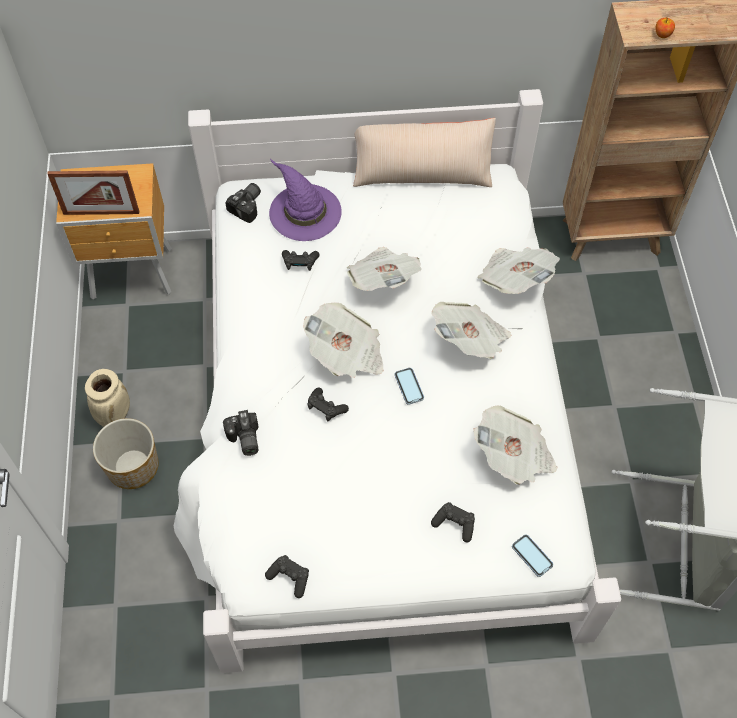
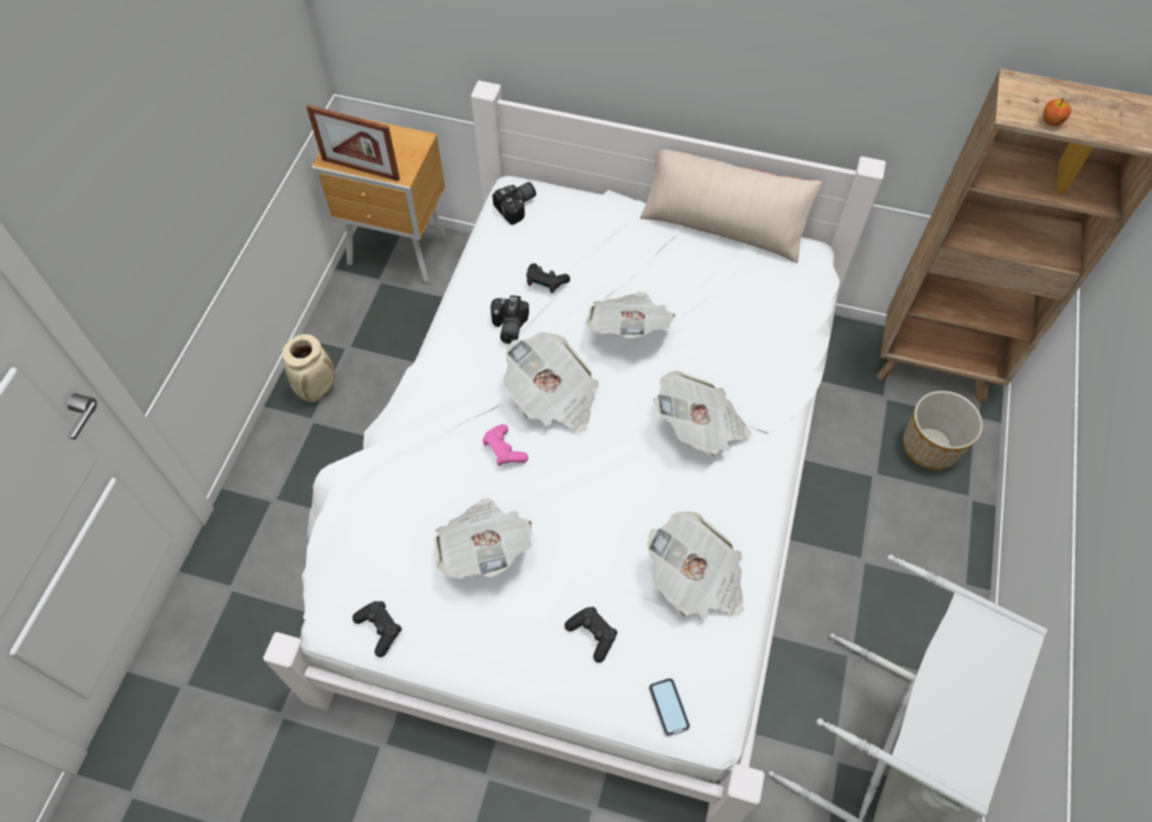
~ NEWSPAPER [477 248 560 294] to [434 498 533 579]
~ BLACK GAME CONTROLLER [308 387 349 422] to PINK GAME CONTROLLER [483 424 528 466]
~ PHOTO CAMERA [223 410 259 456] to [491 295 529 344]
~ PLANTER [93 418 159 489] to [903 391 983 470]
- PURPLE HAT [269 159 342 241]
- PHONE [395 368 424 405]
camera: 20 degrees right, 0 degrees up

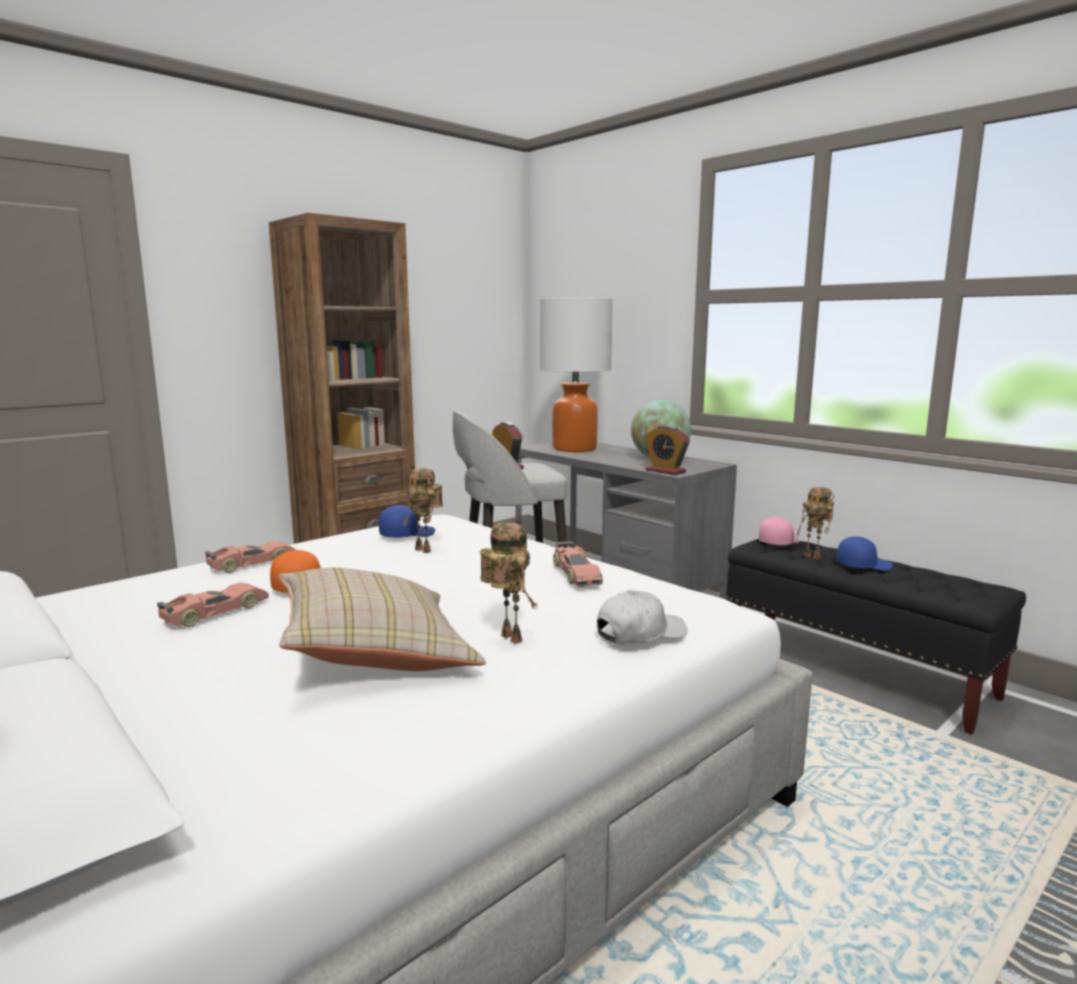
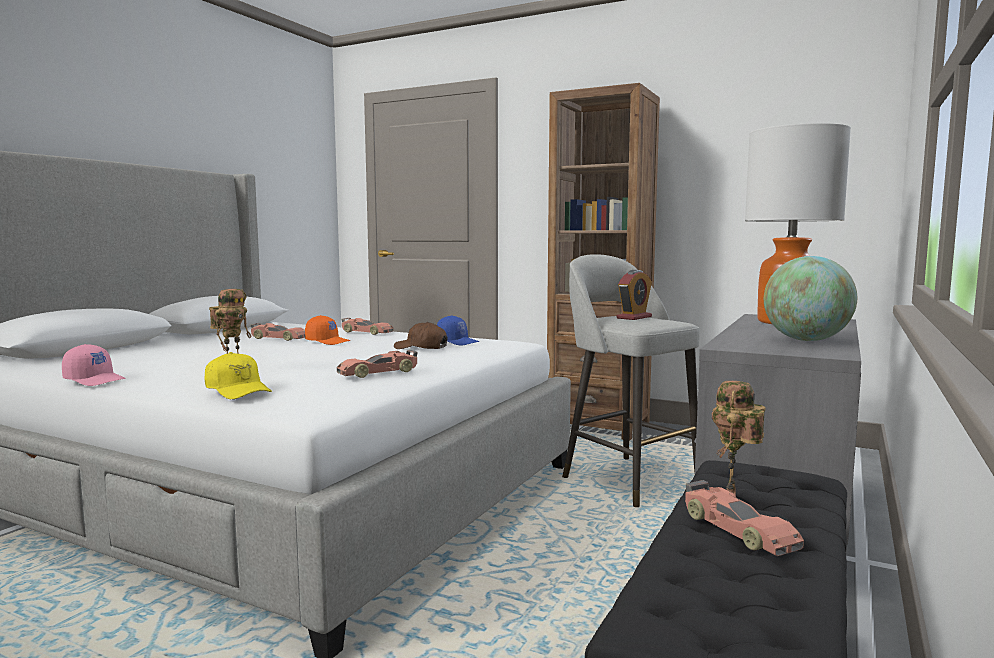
~ PINK CAP [759 517 799 545] to [62 344 126 386]
~ WHITE CAP [597 590 687 645] to YELLOW CAP [205 352 272 399]
~ TOY ROBOT [403 468 443 553] to BROWN CAP [394 322 448 349]
~ BLUE CAP [836 536 893 571] to TOY CAR [685 480 804 556]
- BEIGE PILLOW [278 567 486 671]
- ALARM CLOCK [645 425 690 475]
camera: 70 degrees right, 5 degrees down

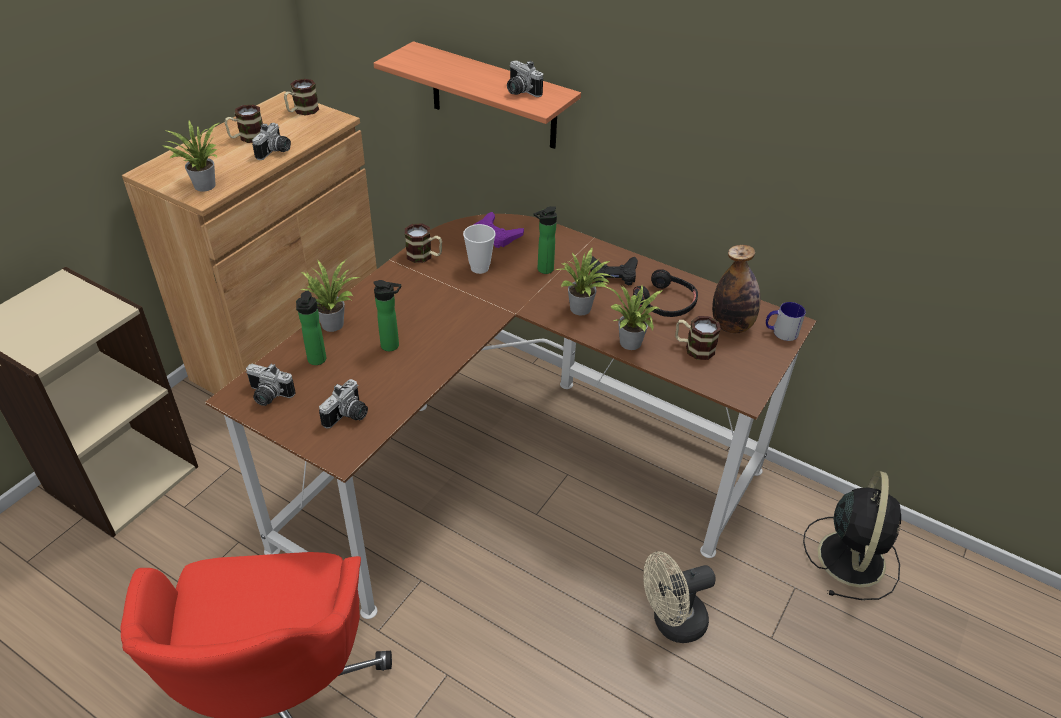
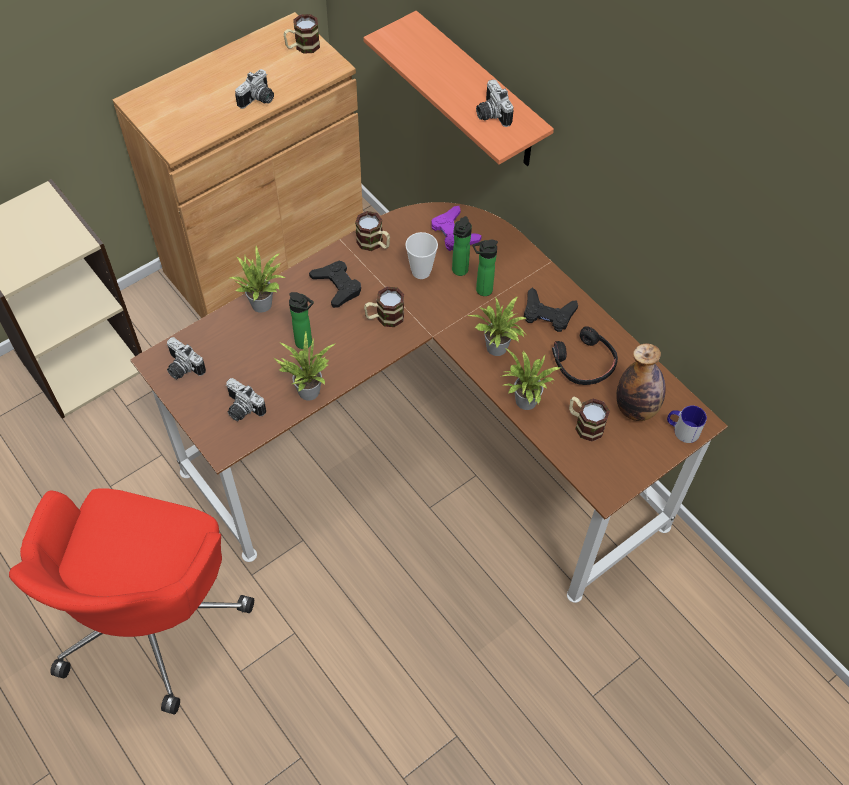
~ PHOTO CAMERA [319 379 368 429] = [226 378 266 421] 75 degrees clockwise
~ POTTED PLANT [161 120 219 192] to [274 331 336 401]
+ BLACK GAME CONTROLLER [309 260 361 308]
~ MUG [225 104 263 143] to [364 287 404 327]
~ BOTTLE [296 290 326 365] to [452 216 472 276]
- BEIGE FAN [644 551 716 643]
- BLACK FAN [803 471 901 600]
camera: 20 degrees right, 15 degrees up

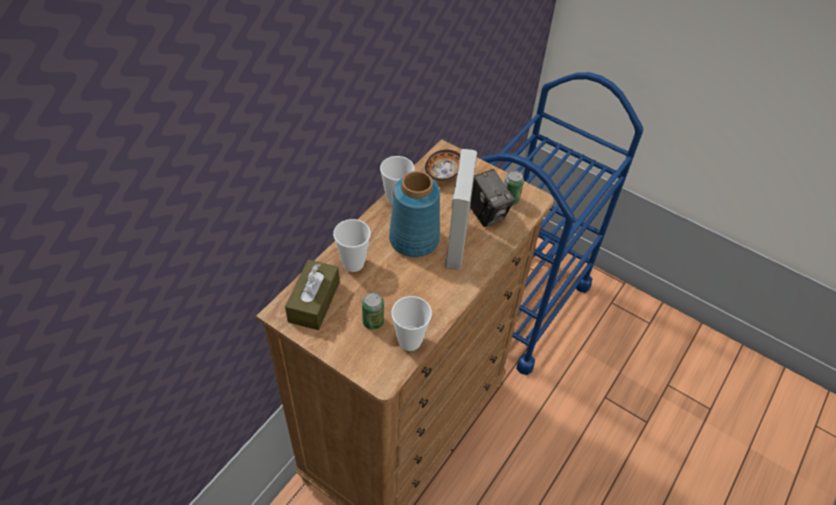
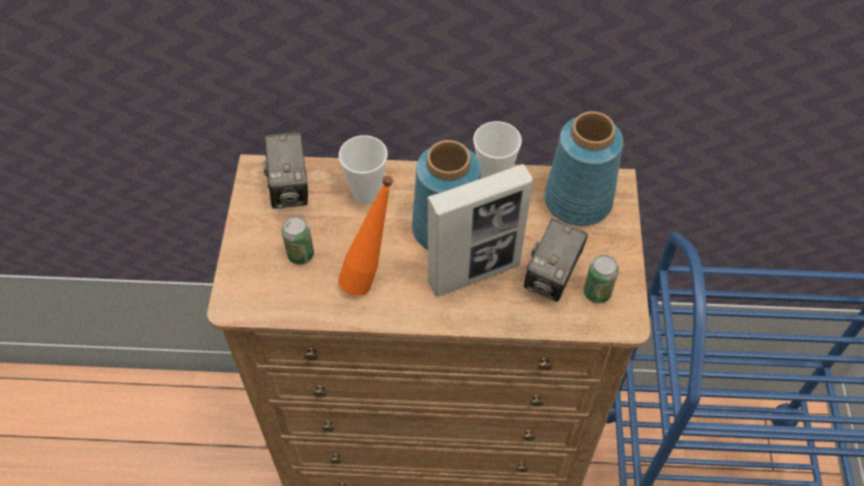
~ BROWN TISSUE BOX [285 259 340 330] to PHOTO CAMERA [263 133 308 209]
+ ORANGE BOTTLE [338 176 394 296]
~ BOWL [425 150 460 181] to BLUE VASE [544 111 623 226]
- CUP [391 296 432 351]
camera: 60 degrees right, 5 degrees up

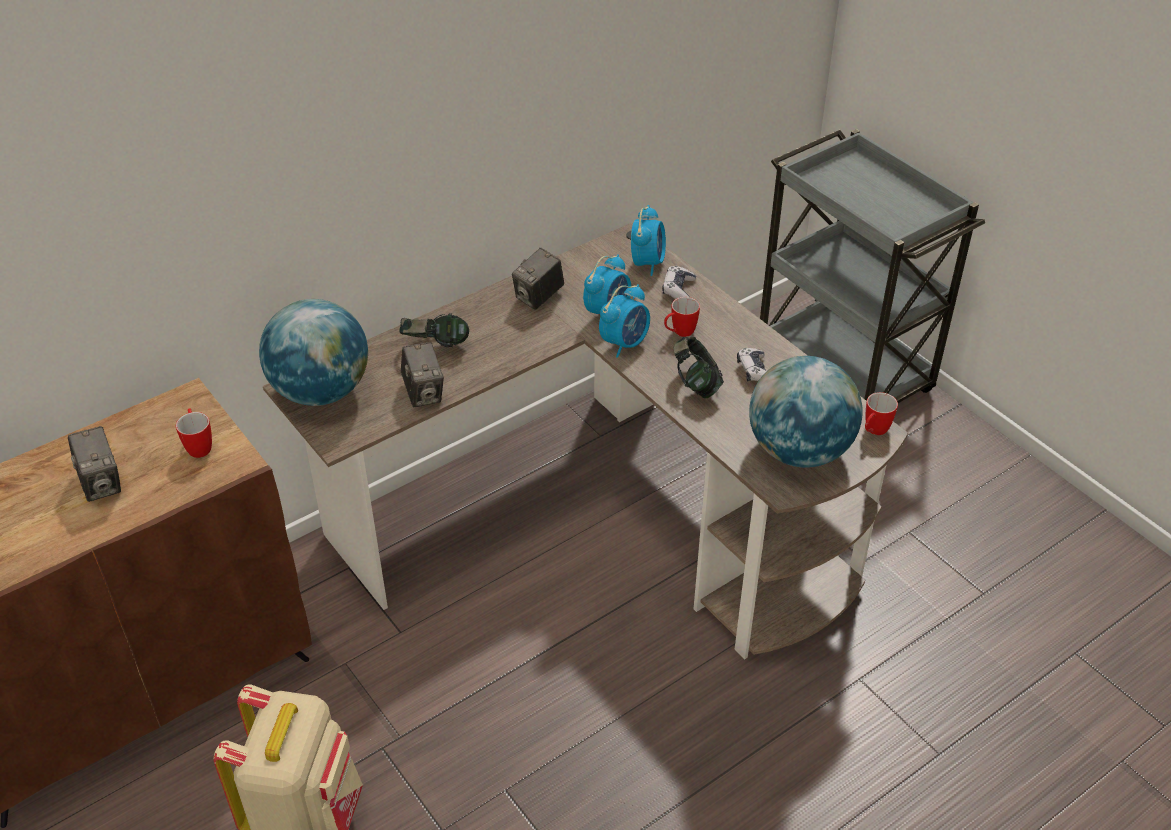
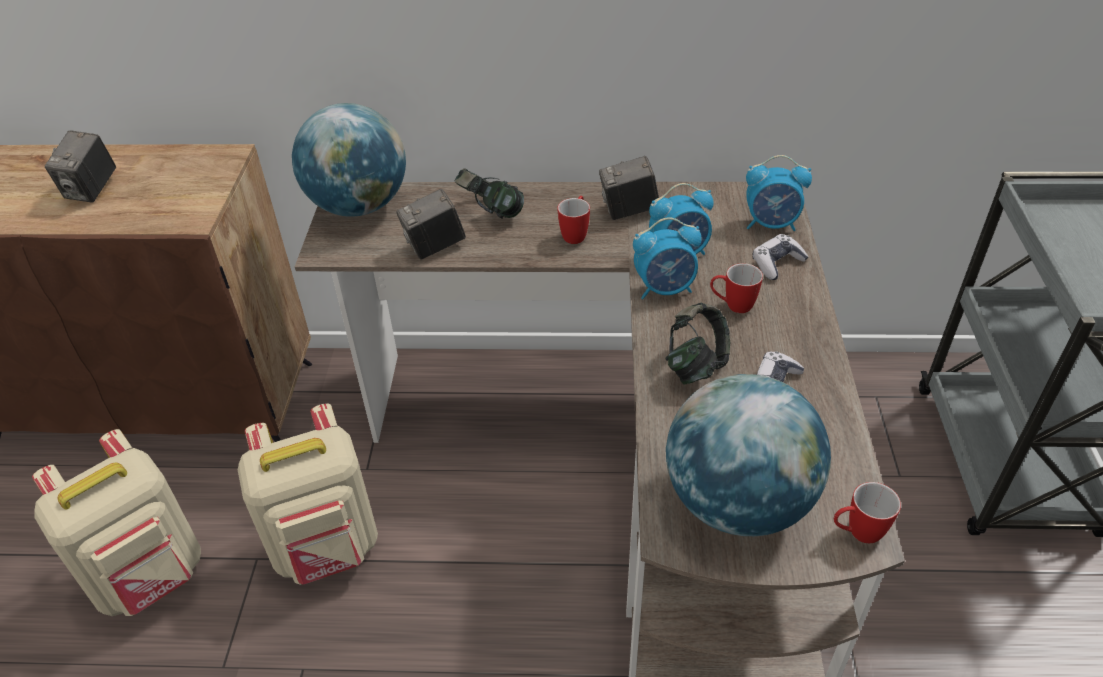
+ BEIGE BACKPACK [238 404 378 585]
~ PHOTO CAMERA [401 342 444 407] = [396 189 466 260] 45 degrees clockwise
~ MUG [176 409 212 458] to [558 196 590 244]
~ ALARM CLOCK [631 205 666 276] = [746 155 812 231] 45 degrees clockwise
camera: 40 degrees right, 0 degrees up

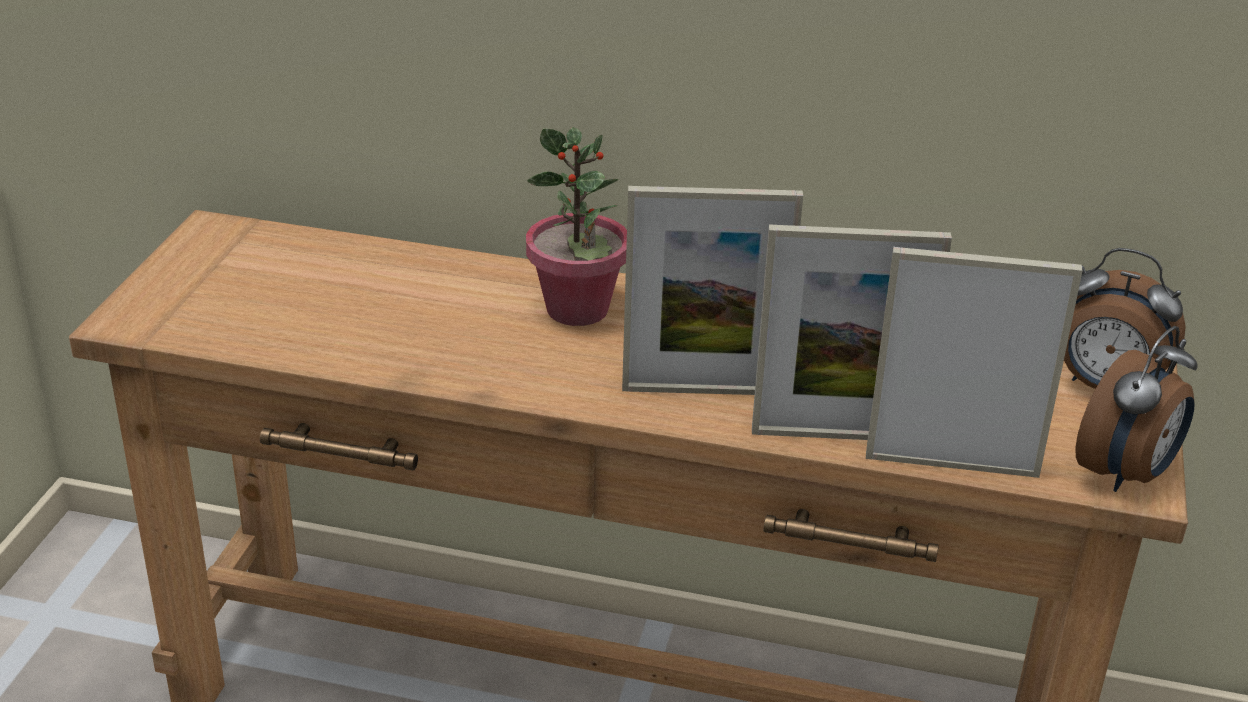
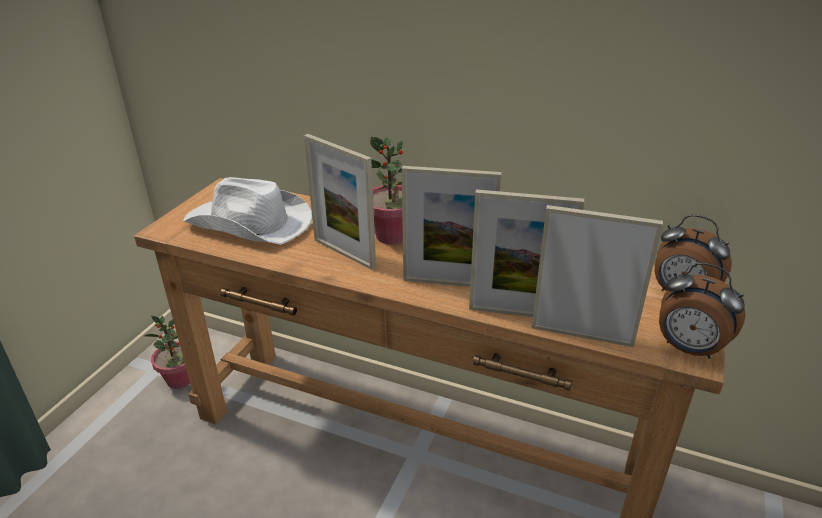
+ POTTED PLANT [144 315 190 389]
+ WHITE HAT [183 177 312 245]
+ PICTURE FRAME [304 134 376 270]
~ ALARM CLOCK [1075 326 1198 492] = [659 262 746 359] 75 degrees clockwise
camera: 10 degrees right, 0 degrees up

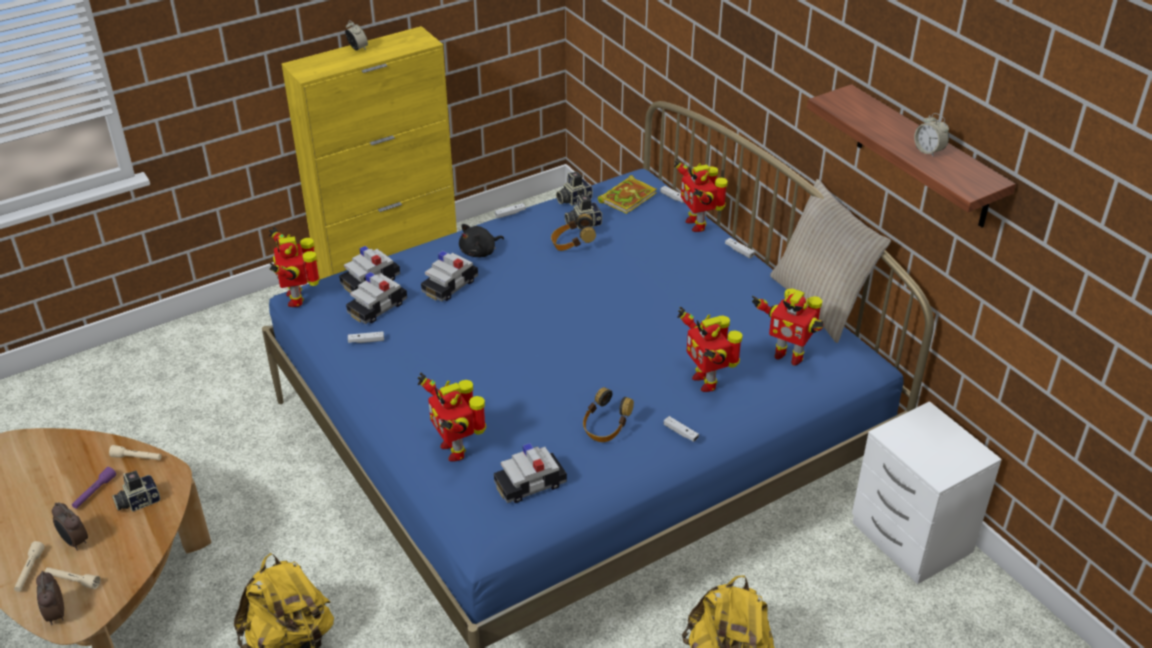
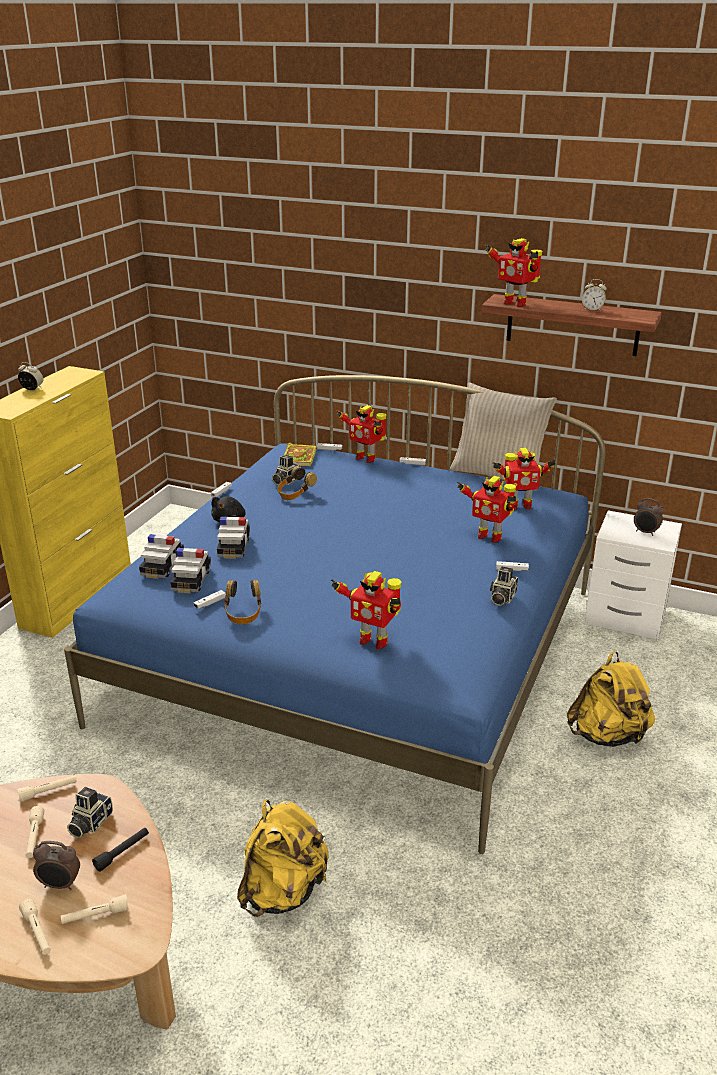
~ PURPLE FLASHLIGHT [72 467 116 509] to BEIGE FLASHLIGHT [26 806 44 858]
+ BLACK FLASHLIGHT [92 828 149 872]
~ HEADPHONES [583 387 634 442] to [224 580 261 624]
~ TOY ROBOT [269 227 320 307] to [485 238 542 307]
~ PHOTO CAMERA [556 171 593 206] to [490 566 518 606]
~ ALARM CLOCK [36 571 64 625] to [634 498 664 536]
- TOY CAR [494 443 567 503]
camera: 35 degrees left, 10 degrees down

